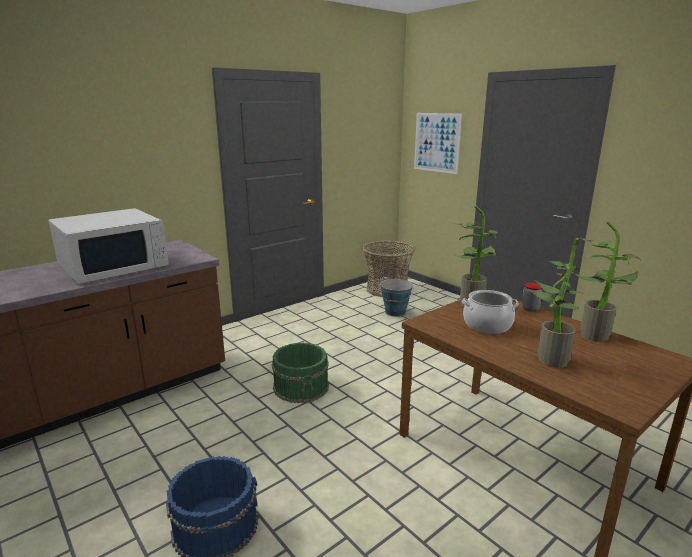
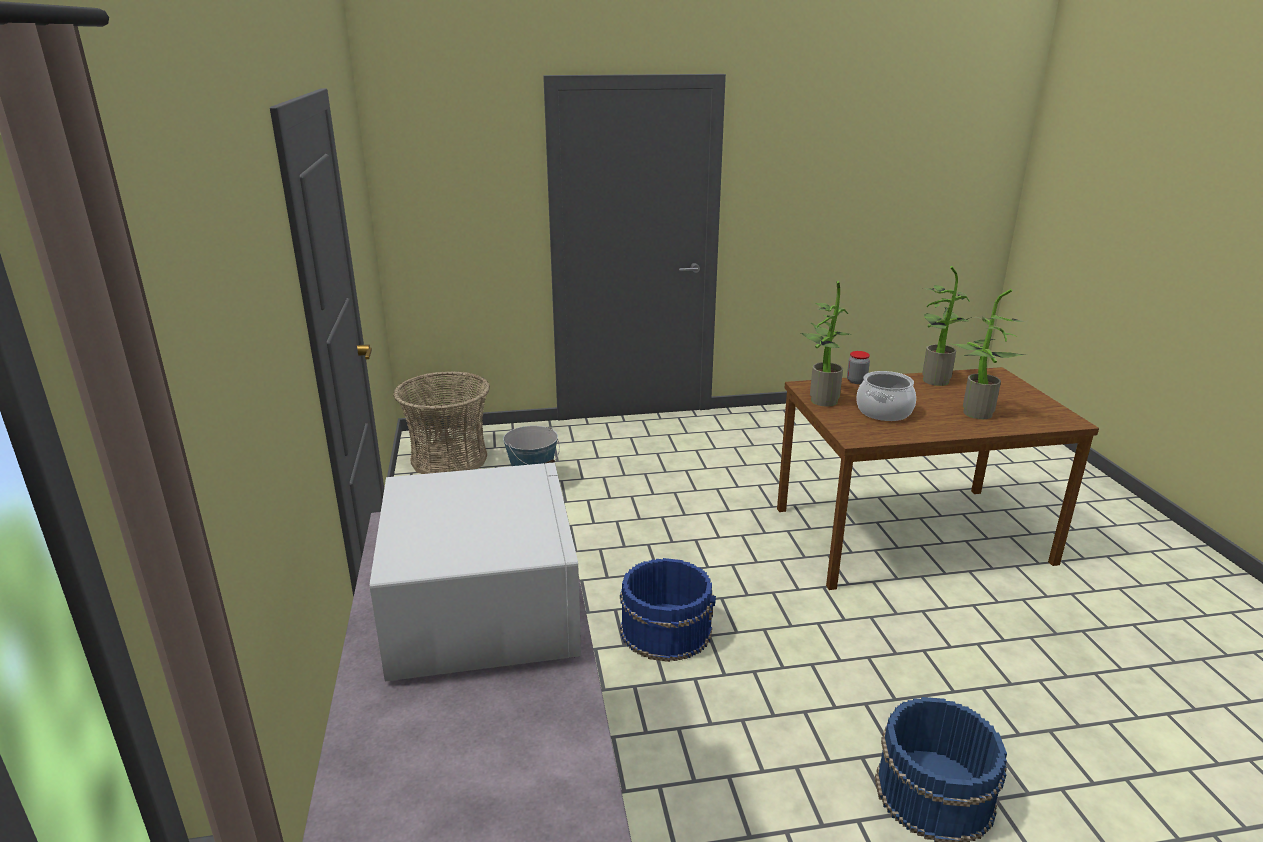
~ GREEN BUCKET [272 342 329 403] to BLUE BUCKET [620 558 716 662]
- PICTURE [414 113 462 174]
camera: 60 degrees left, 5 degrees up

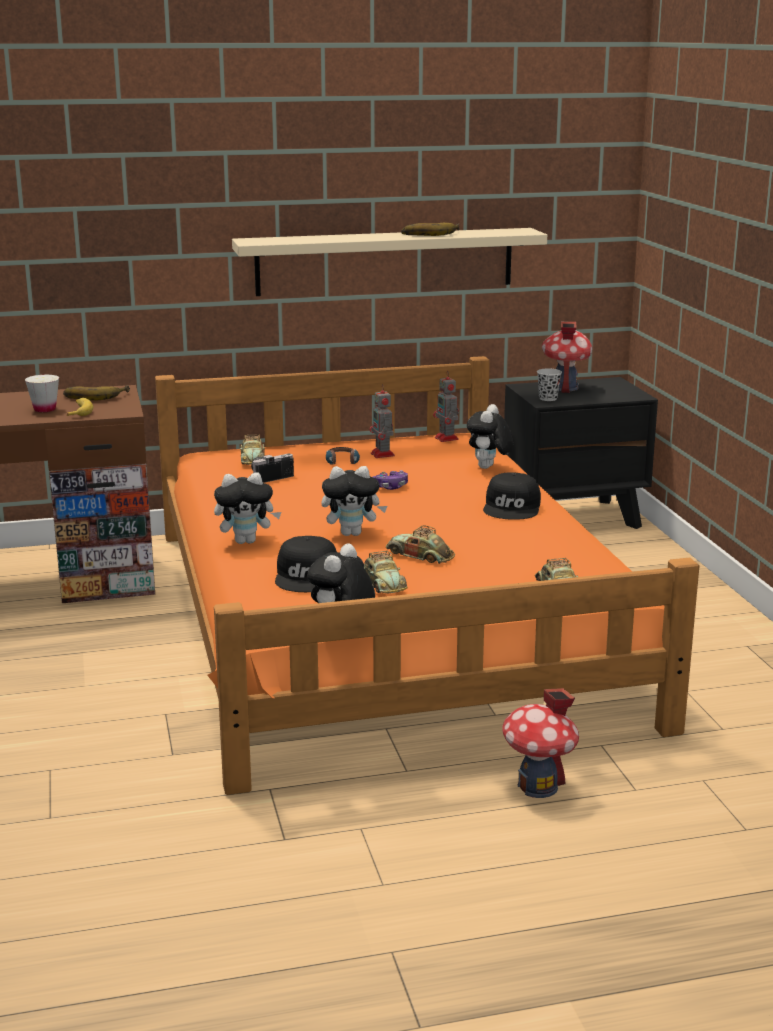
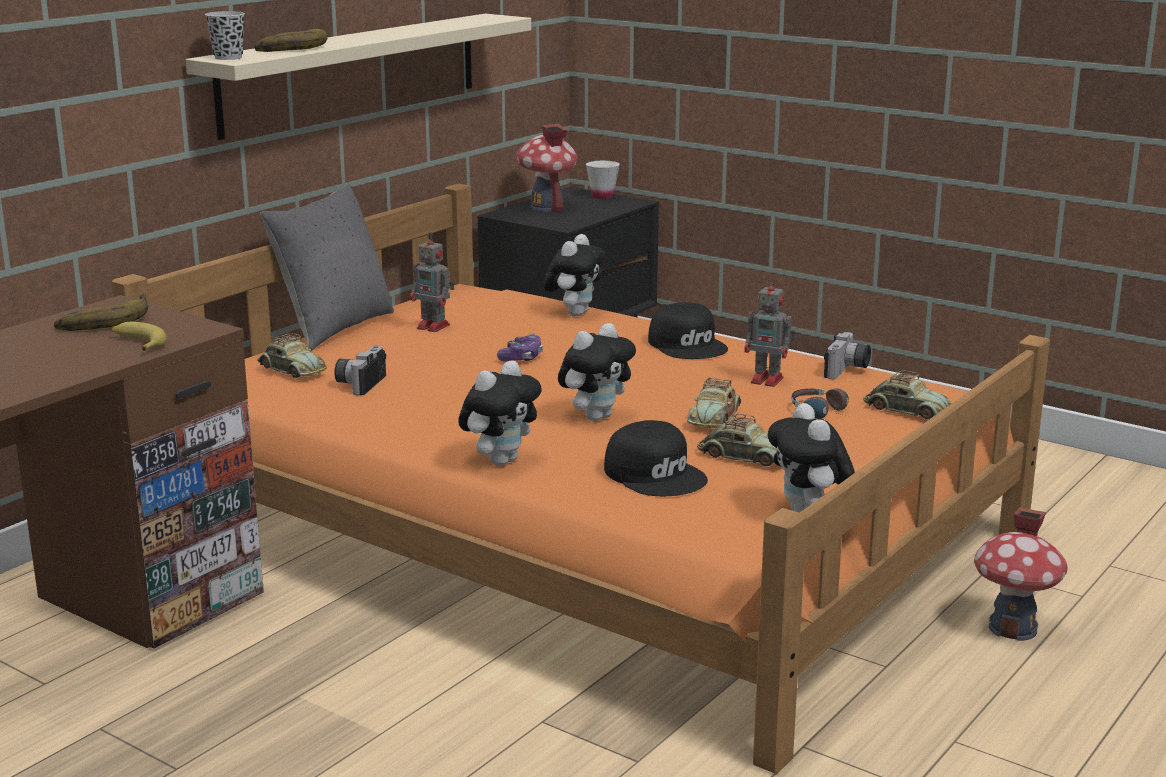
~ BLACK CUP [537 369 562 401] to [205 11 245 60]
~ BANANA [401 223 460 236] to [254 29 328 52]
+ GREY PILLOW [260 183 394 351]
~ PLUSH TOY [467 404 513 469] = [544 234 606 316] 135 degrees counterclockwise
~ WHITE CUP [25 375 59 412] to [586 161 620 199]
~ TOY CAR [386 525 455 564] = [687 377 741 428] 60 degrees counterclockwise
~ TOY ROBOT [433 371 459 442] to [745 277 796 387]
~ HEADPHONES [326 447 360 465] to [791 388 849 419]
+ PHOTO CAMERA [824 332 871 379]
camera: 40 degrees left, 0 degrees up

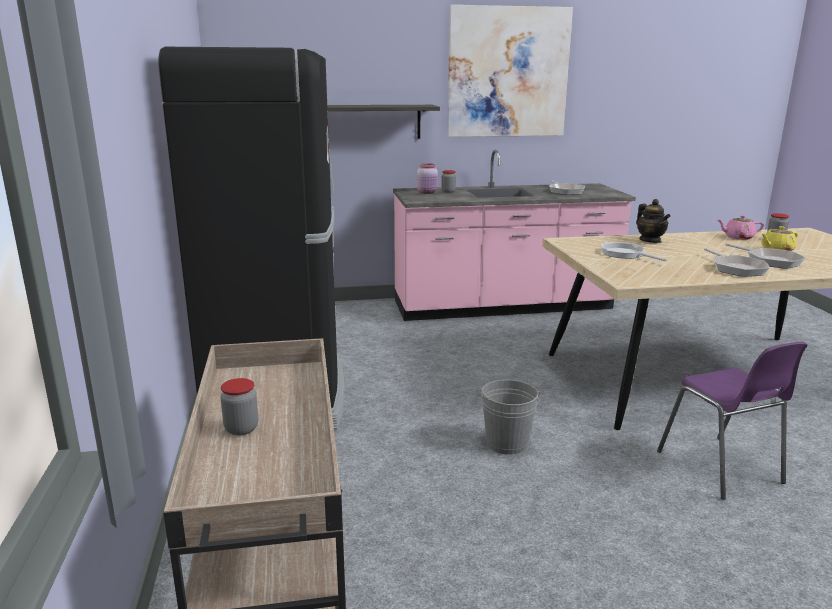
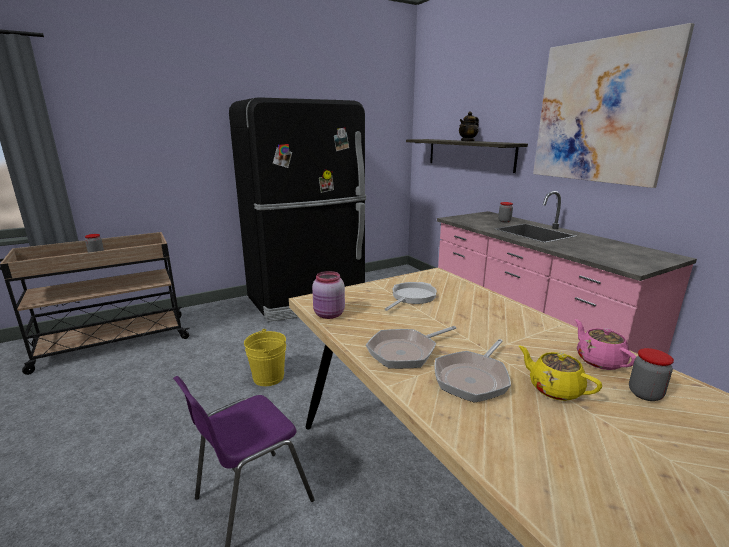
~ GREY BUCKET [478 379 543 455] to YELLOW BUCKET [244 329 286 386]
~ PINK JAR [417 163 438 194] to [312 271 345 319]
~ TEAPOT [636 199 671 243] to [459 111 479 142]
- FRYING PAN [549 180 585 195]
camera: 70 degrees right, 0 degrees up

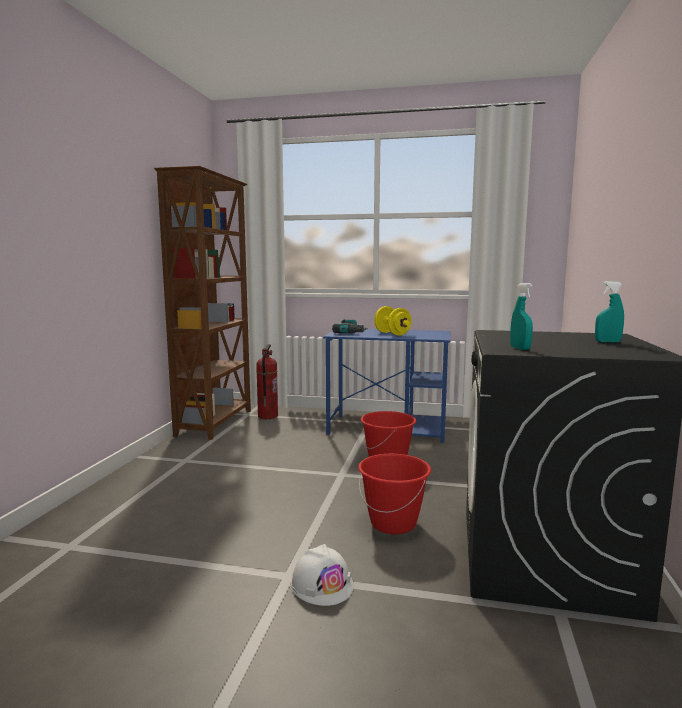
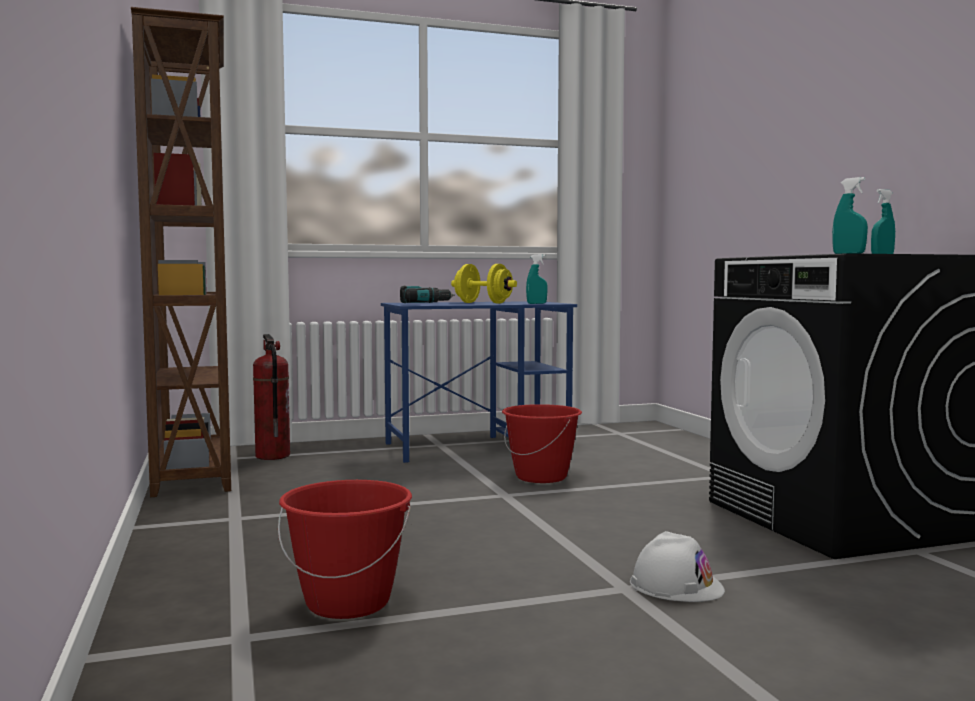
~ RED BUCKET [358 454 431 534] to [278 480 412 619]
+ TURQUOISE SPRAY BOTTLE [526 254 548 304]
camera: 30 degrees left, 5 degrees down

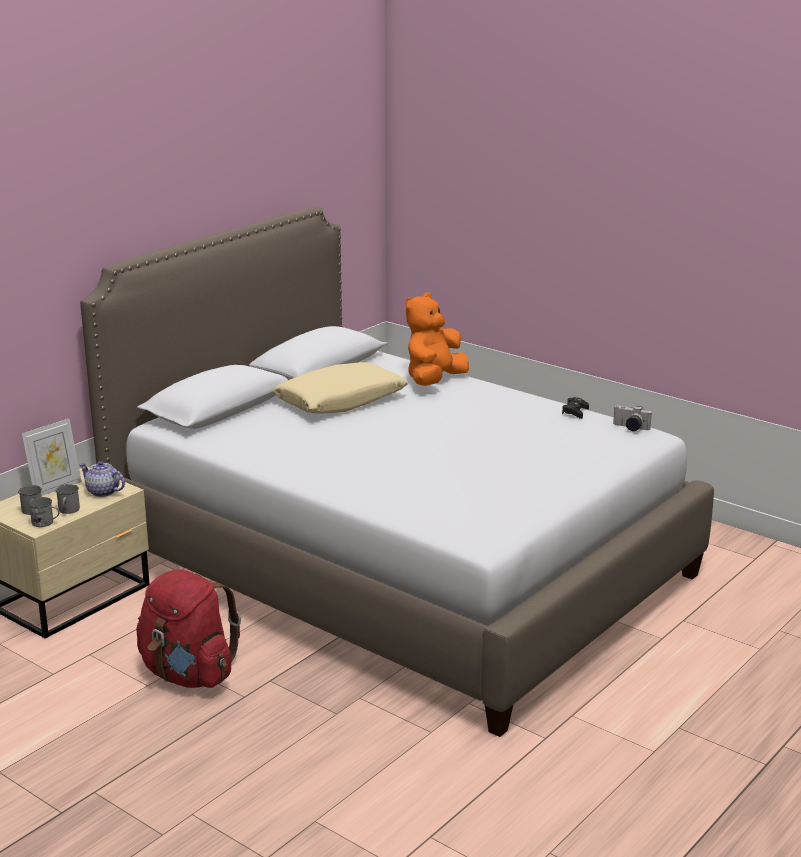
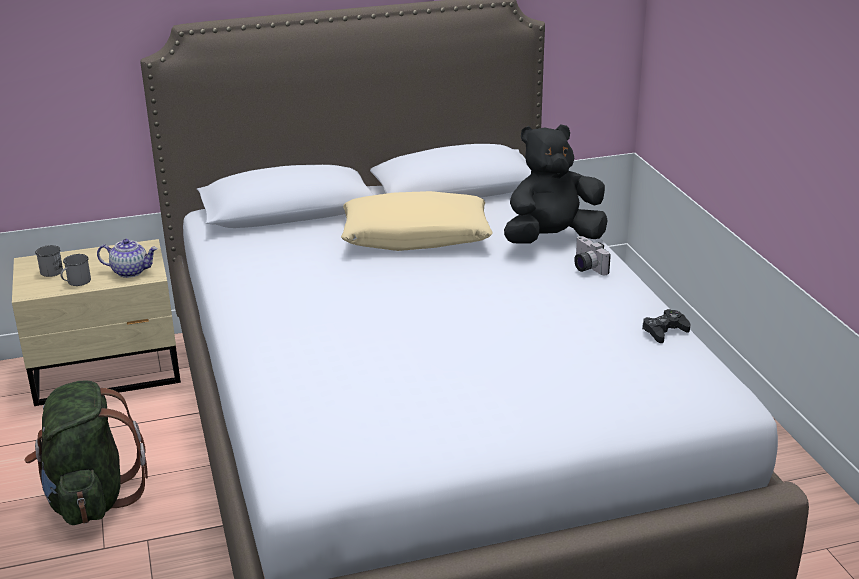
~ RED BACKPACK [137 569 241 688] to GREEN BACKPACK [25 380 148 525]
~ TEAPOT [79 461 125 497] = [97 239 158 278] 120 degrees clockwise
~ ORANGE PLUSH TOY [406 292 469 386] to BLACK PLUSH TOY [504 124 608 244]
~ PHOTO CAMERA [613 405 652 431] to [574 236 611 275]
- PICTURE FRAME [22 419 82 496]
- GREY MUG [28 497 59 527]
camera: 35 degrees right, 5 degrees up

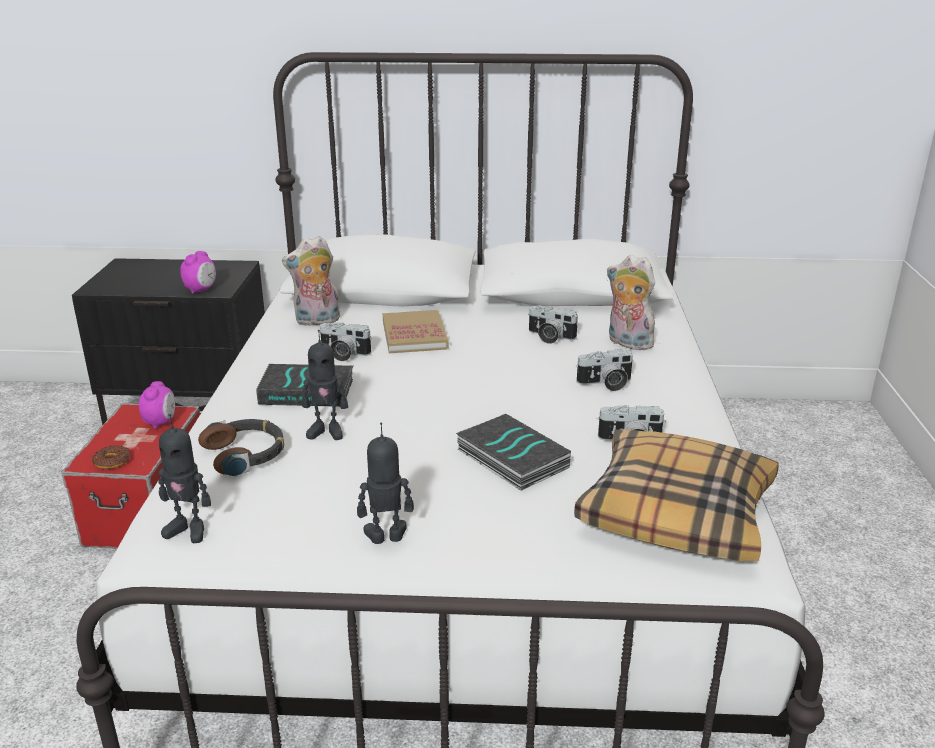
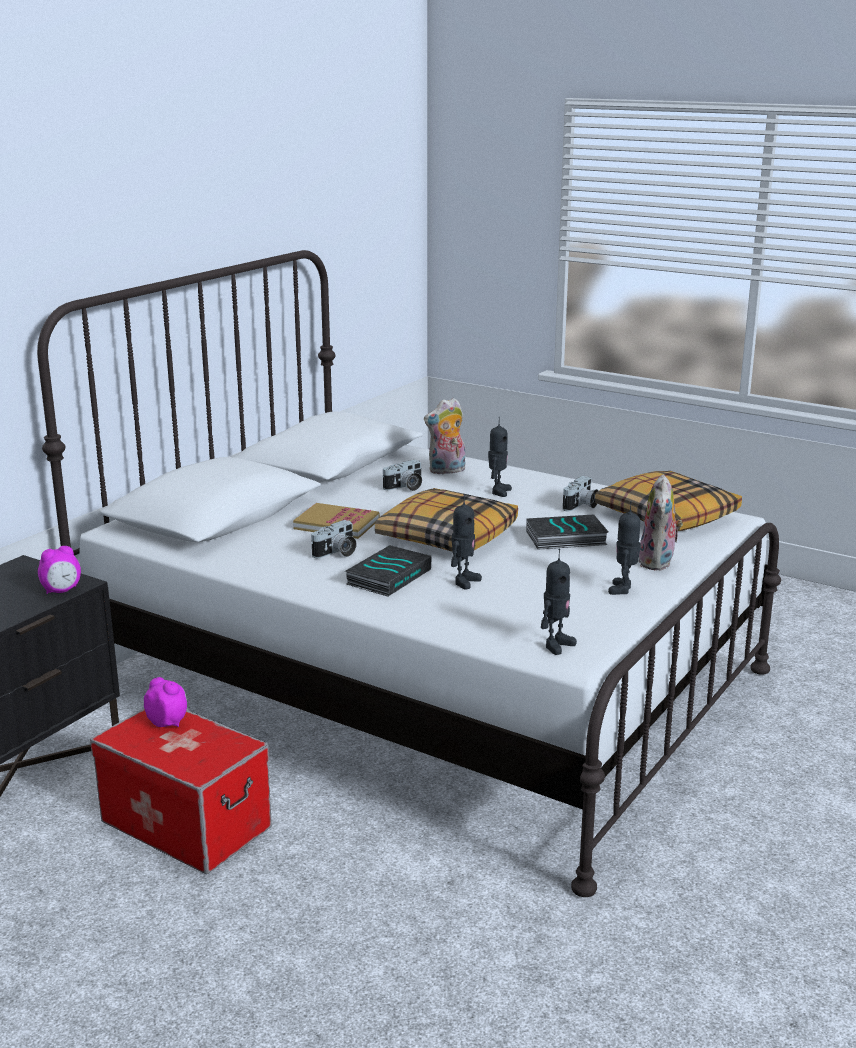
~ ALARM CLOCK [180 251 216 294] = [38 546 81 594] 90 degrees clockwise
+ PILLOW [375 488 518 552]
~ PHOTO CAMERA [576 349 634 391] to TOY ROBOT [488 417 512 497]
~ PLUSH TOY [282 236 340 326] to [638 475 683 571]
- DONUT [92 445 130 469]
- HEADPHONES [198 419 284 477]
camera: 60 degrees left, 5 degrees down

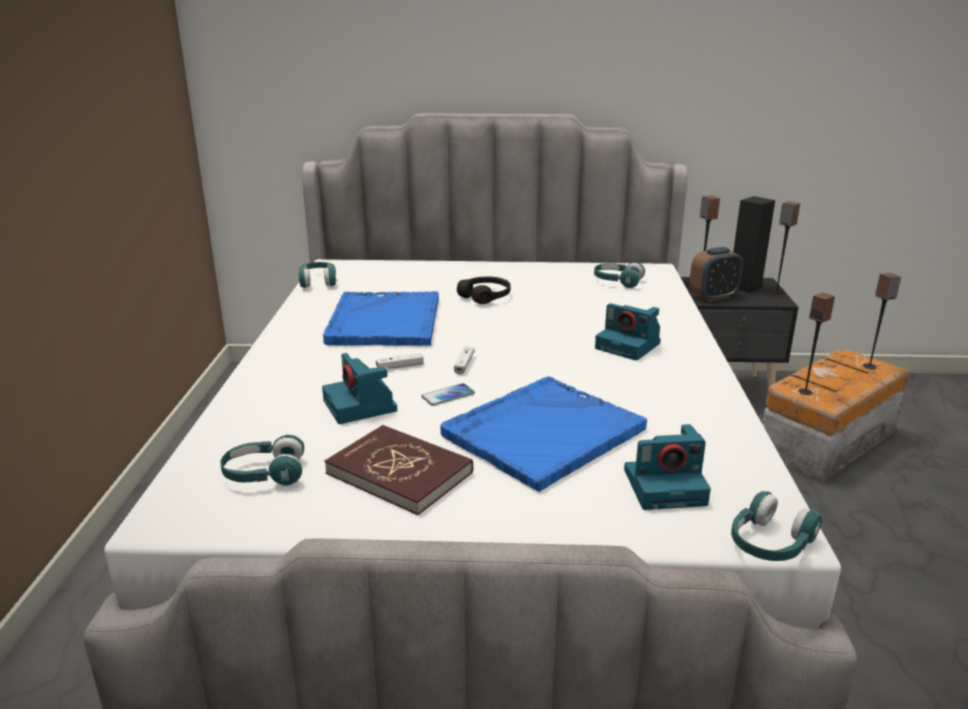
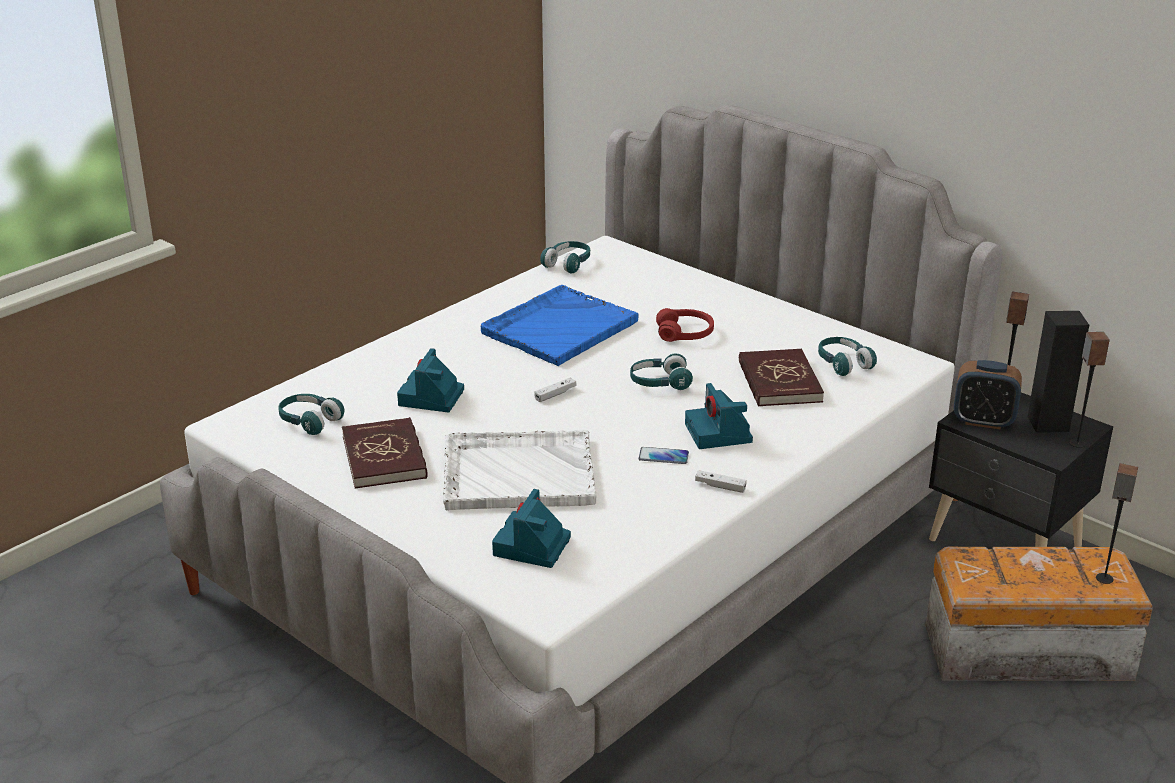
~ BLUE TRAY [440 376 647 492] to WHITE TRAY [443 430 596 511]
~ PHOTO CAMERA [624 424 711 510] = [492 489 571 568] 75 degrees clockwise
~ TURQUOISE HEADPHONES [731 491 822 561] to [630 353 693 390]
~ PHONE [421 383 475 406] to [638 447 689 464]
~ BLACK HEADPHONES [457 277 510 304] to RED HEADPHONES [656 308 714 342]
~ WHITE GAME CONTROLLER [376 353 424 369] to [695 470 747 493]
+ RED BOOK [739 349 824 407]
- SPEAKER [798 292 835 395]
camera: 40 degrees right, 5 degrees up

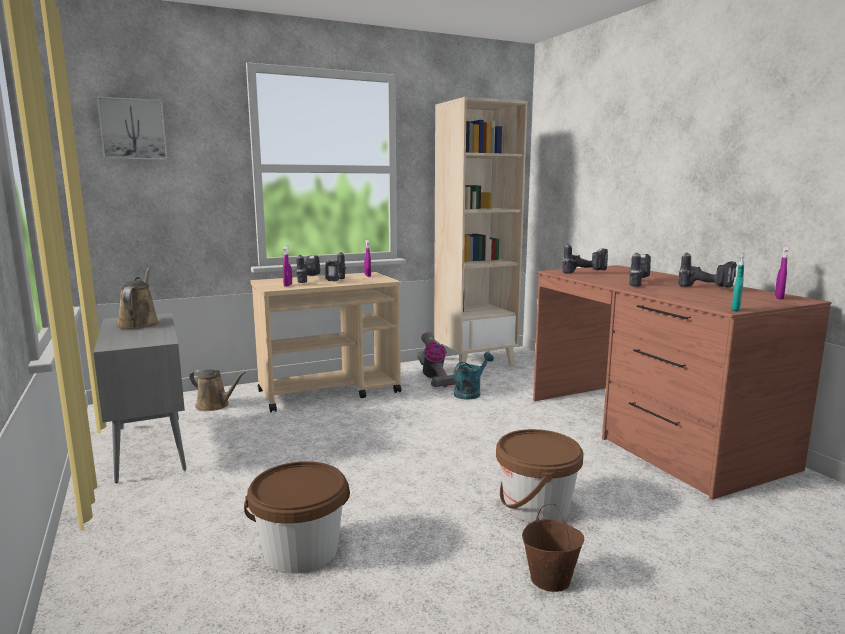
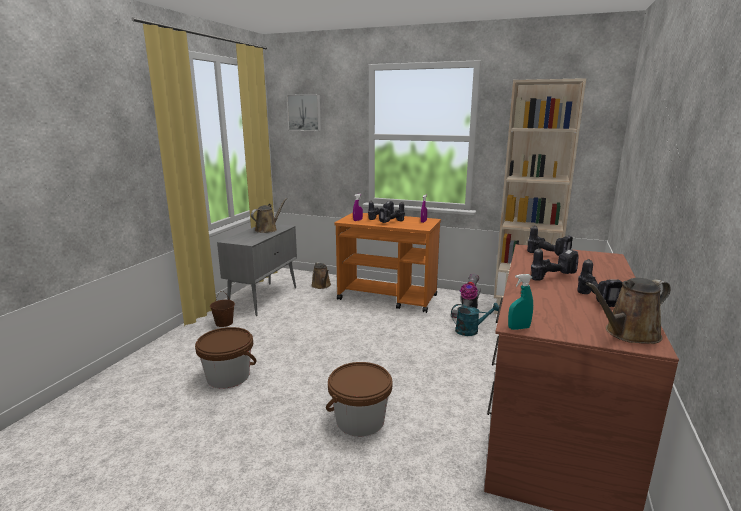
~ BROWN BUCKET [522 504 584 592] to [210 291 235 327]
~ BEIGE CART [251 272 401 412] to ORANGE CART [334 213 441 313]
~ PURPLE SPRAY BOTTLE [775 246 788 299] to BROWN WATERING CAN [586 278 671 344]
camera: 45 degrees right, 5 degrees up

